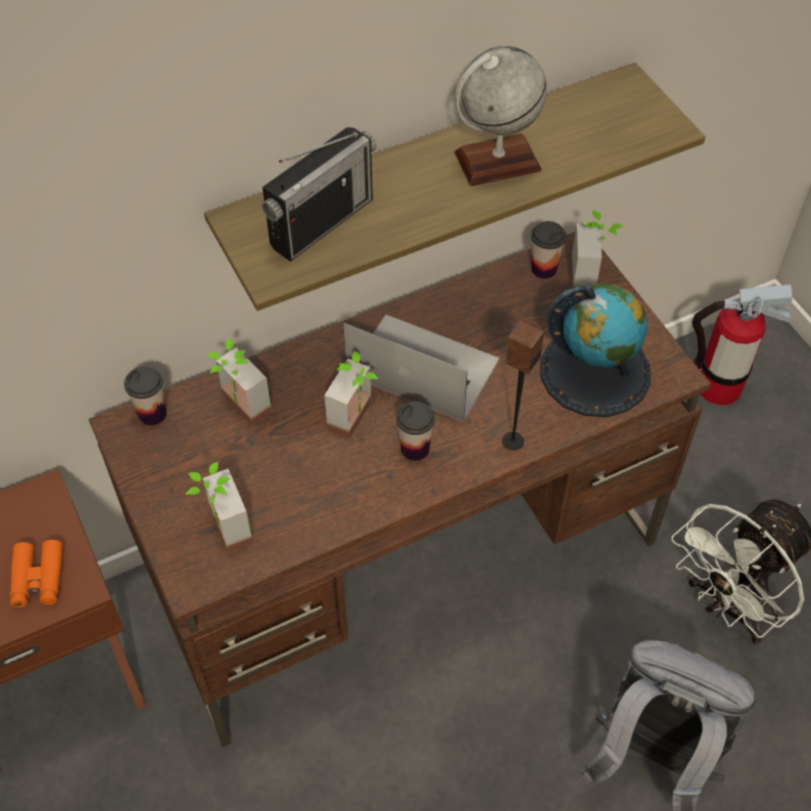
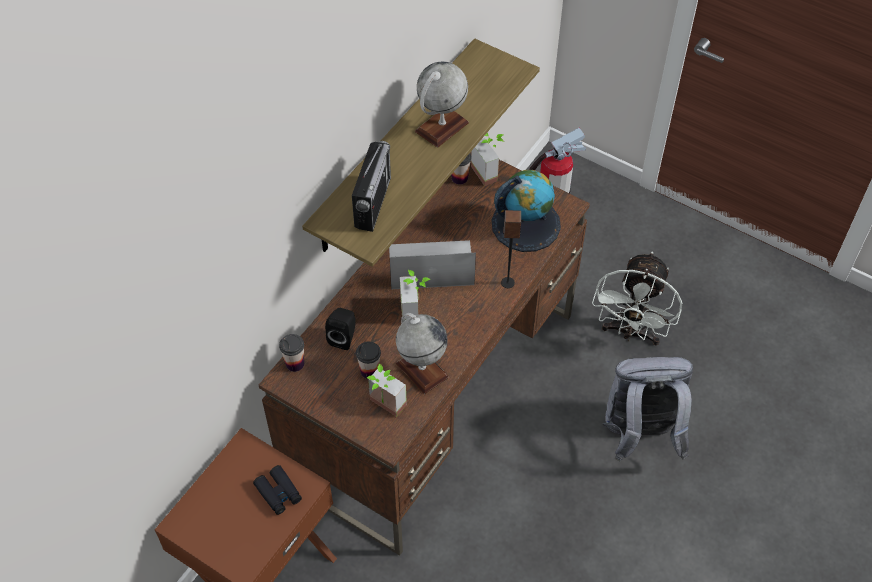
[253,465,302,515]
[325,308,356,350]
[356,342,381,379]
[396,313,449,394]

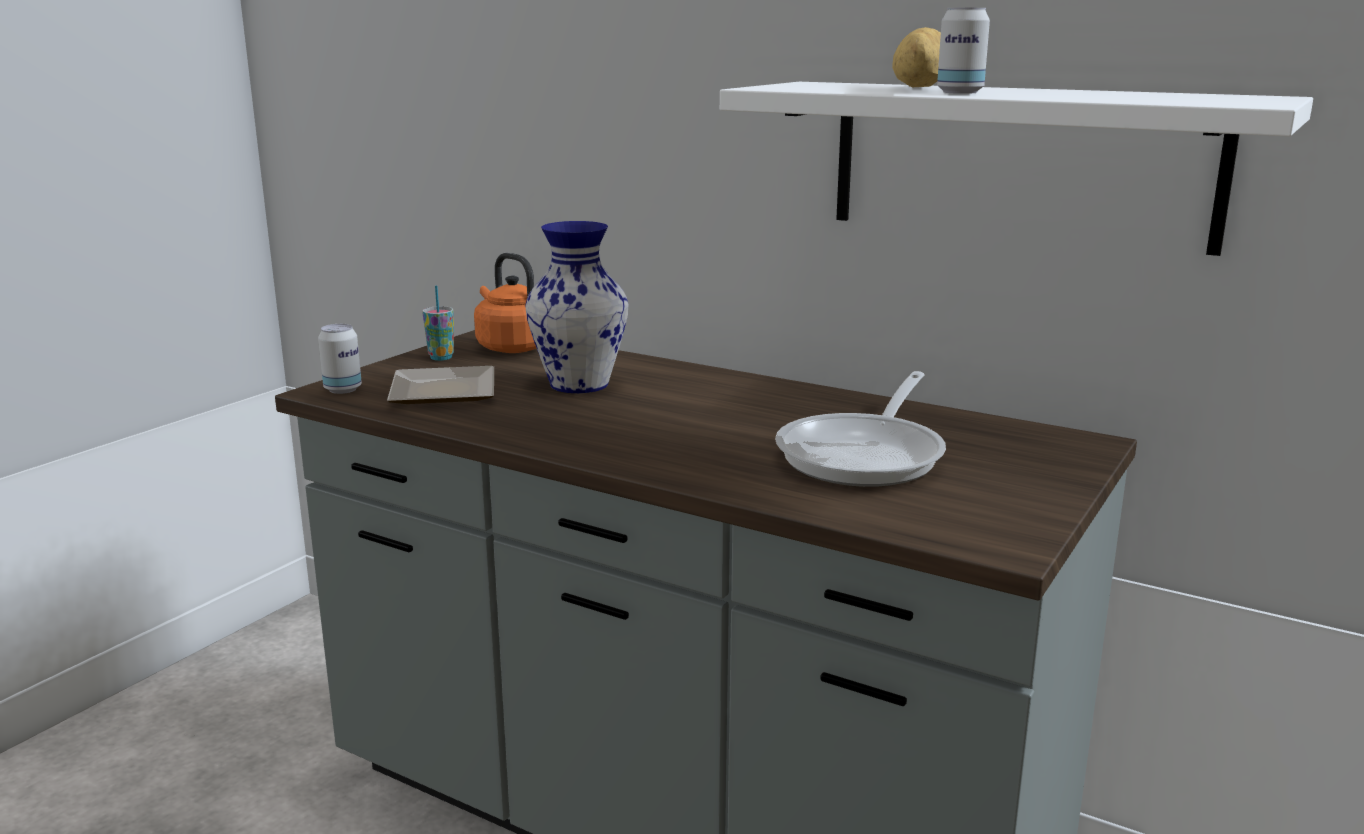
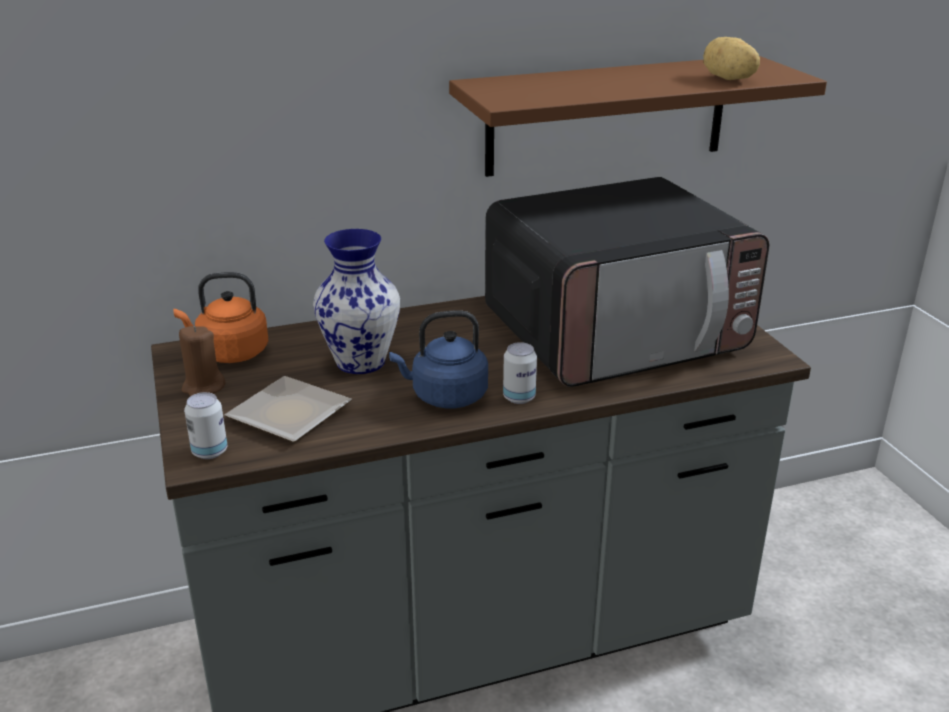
[179,326,225,396]
[449,56,827,177]
[485,177,769,387]
[703,37,760,80]
[503,342,537,404]
[389,310,488,408]

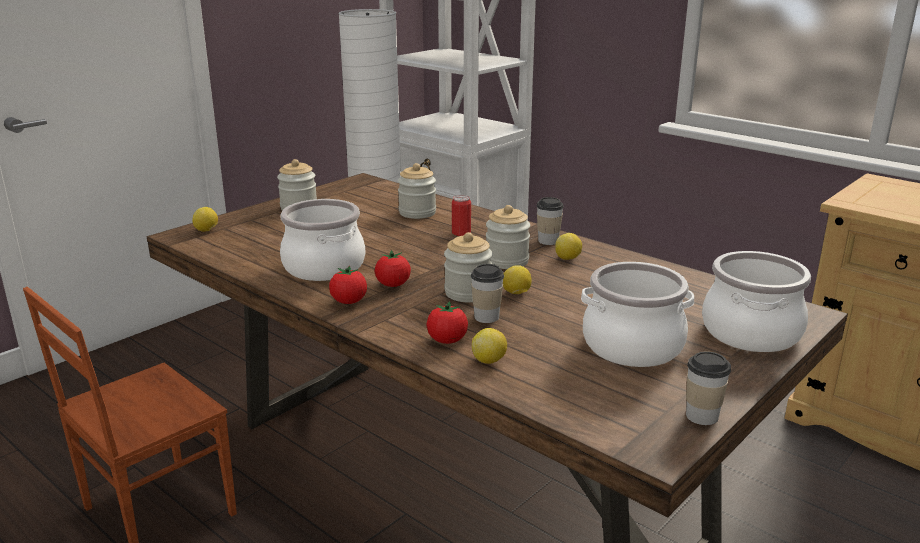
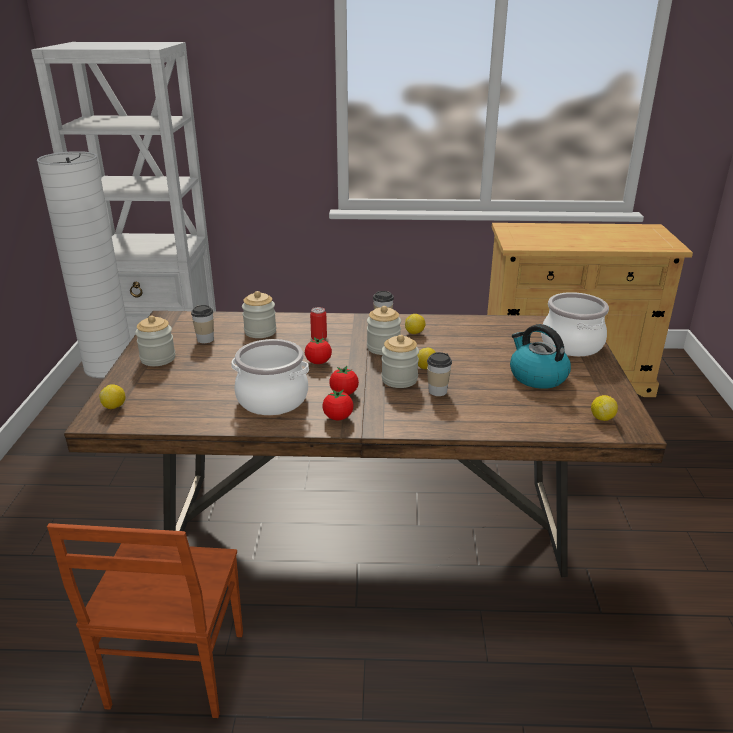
[305,337,332,364]
[591,395,618,421]
[510,324,571,389]
[191,305,214,343]

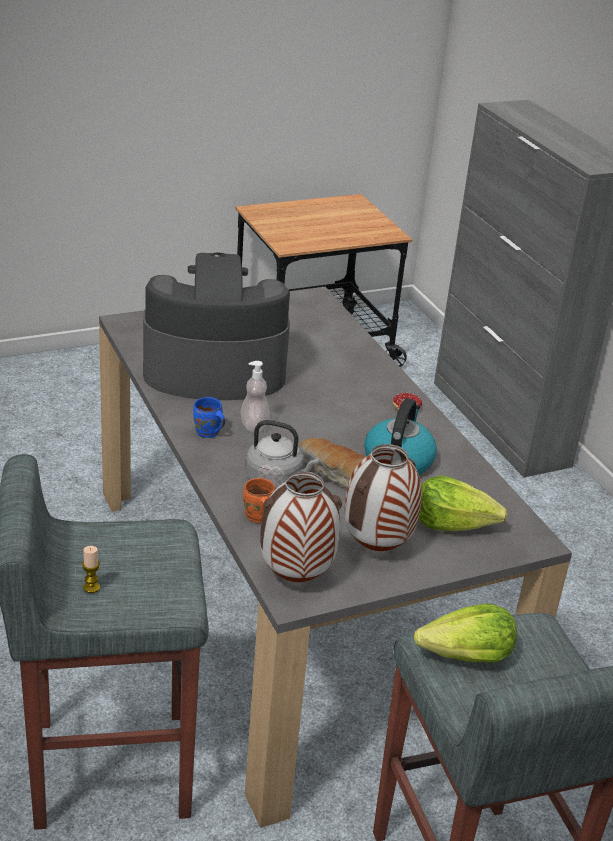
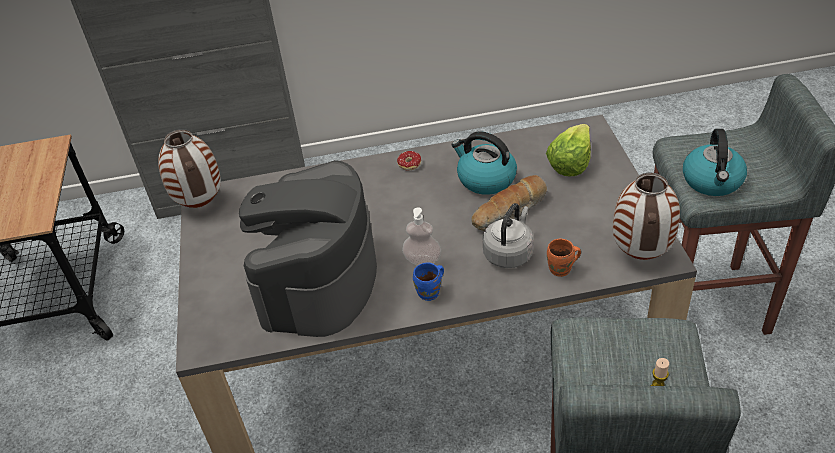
[158,129,221,208]
[683,129,747,196]

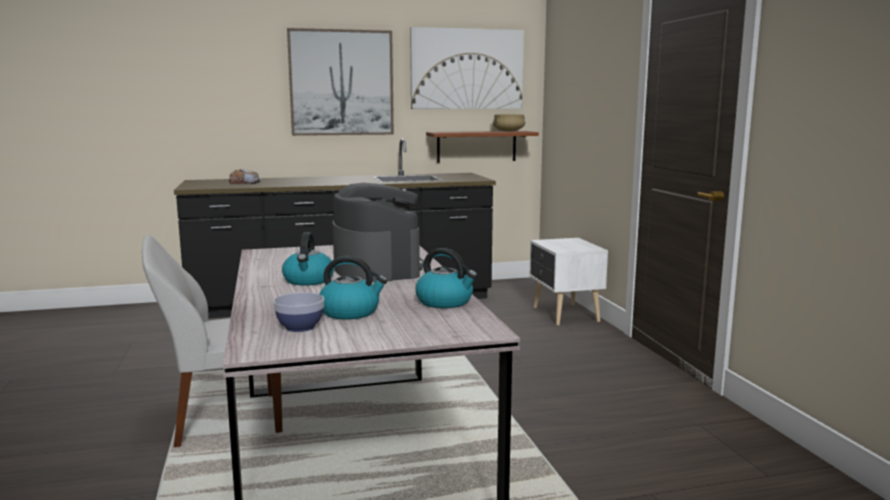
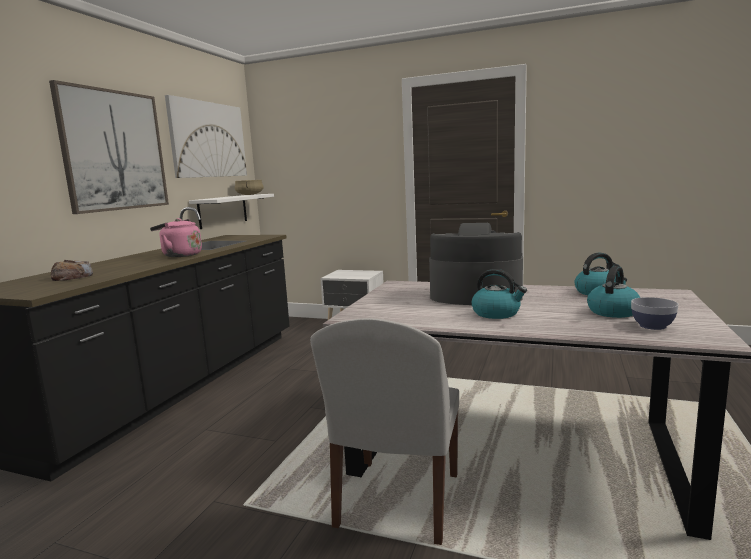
[189,194,274,229]
[150,218,202,257]

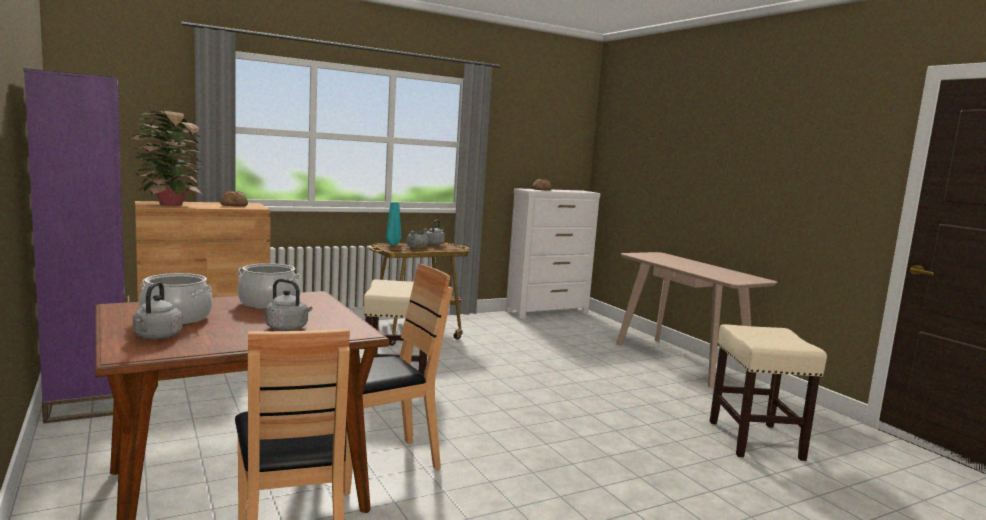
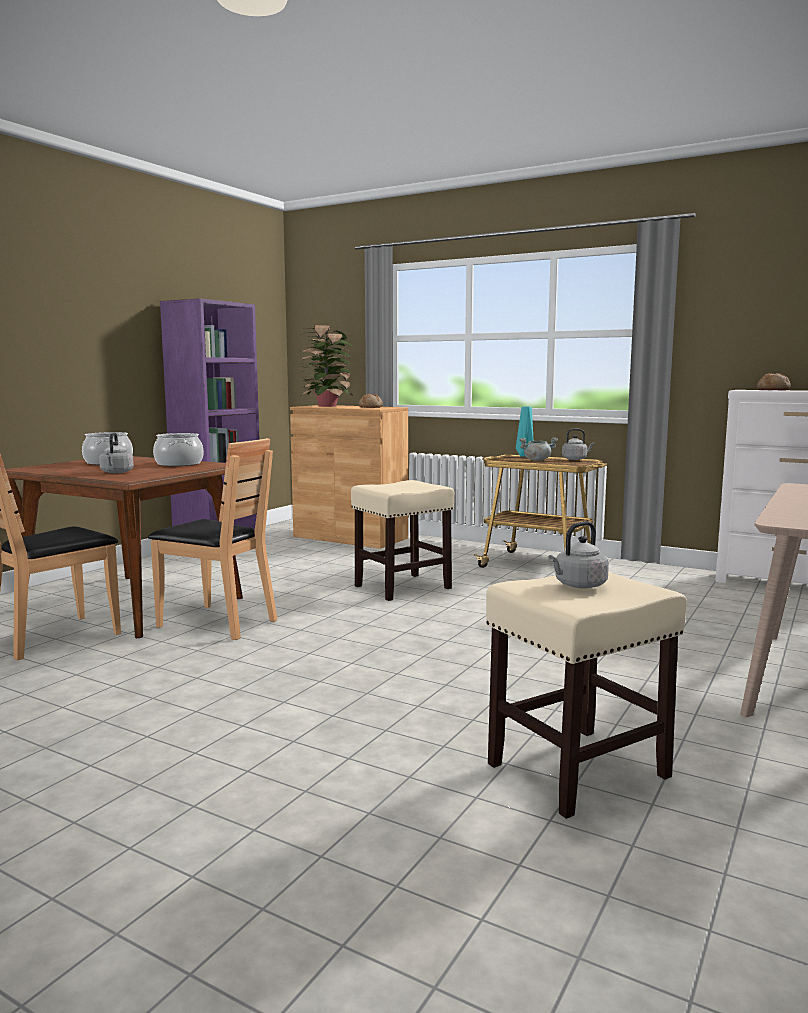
[548,521,609,588]

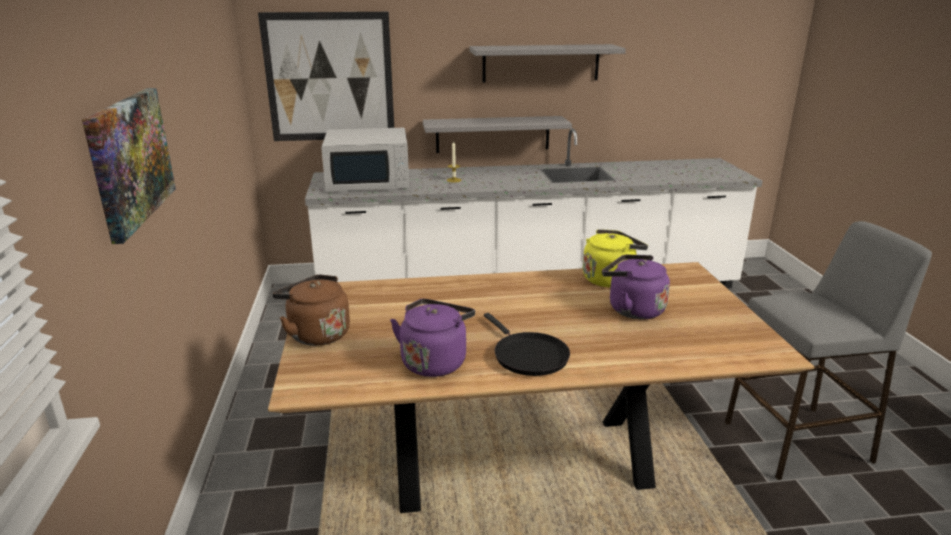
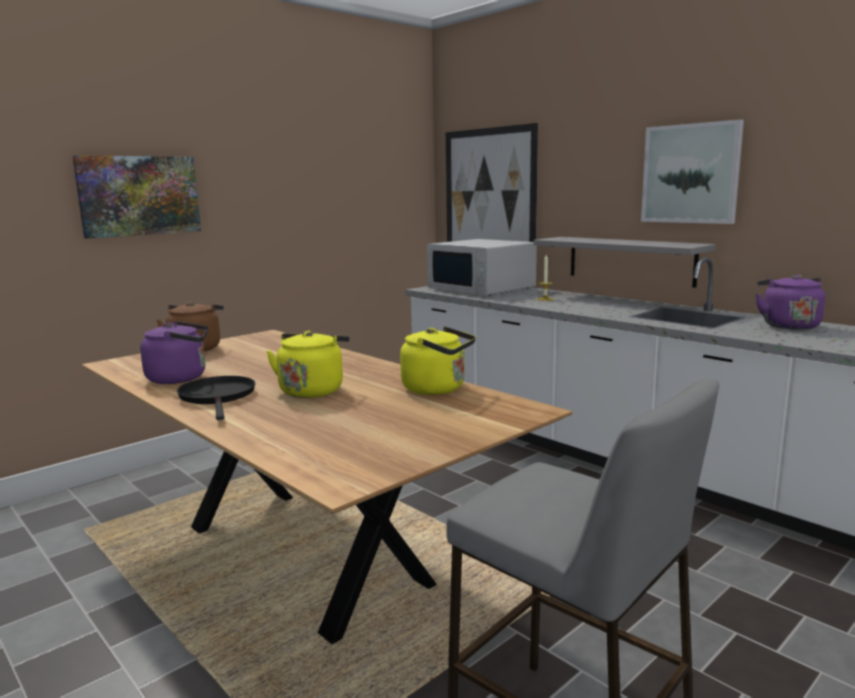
[641,119,744,224]
[177,376,255,420]
[755,275,825,330]
[266,331,349,398]

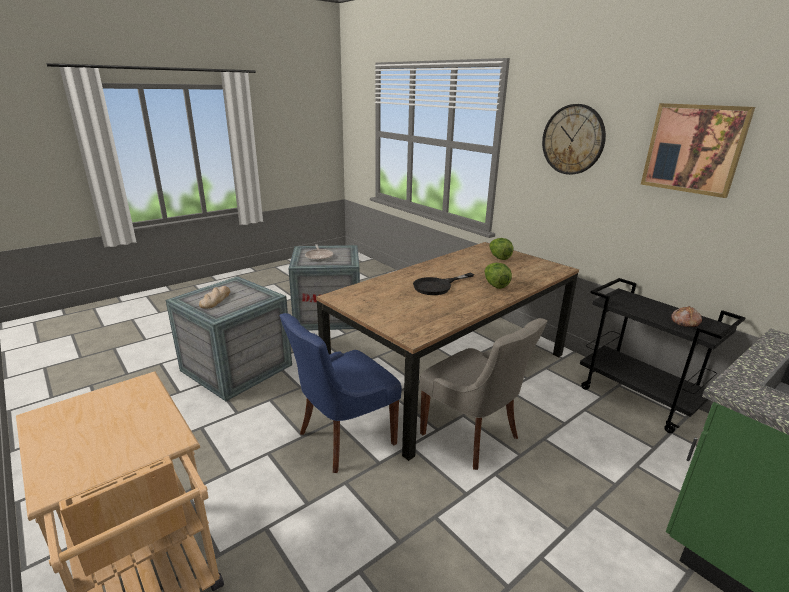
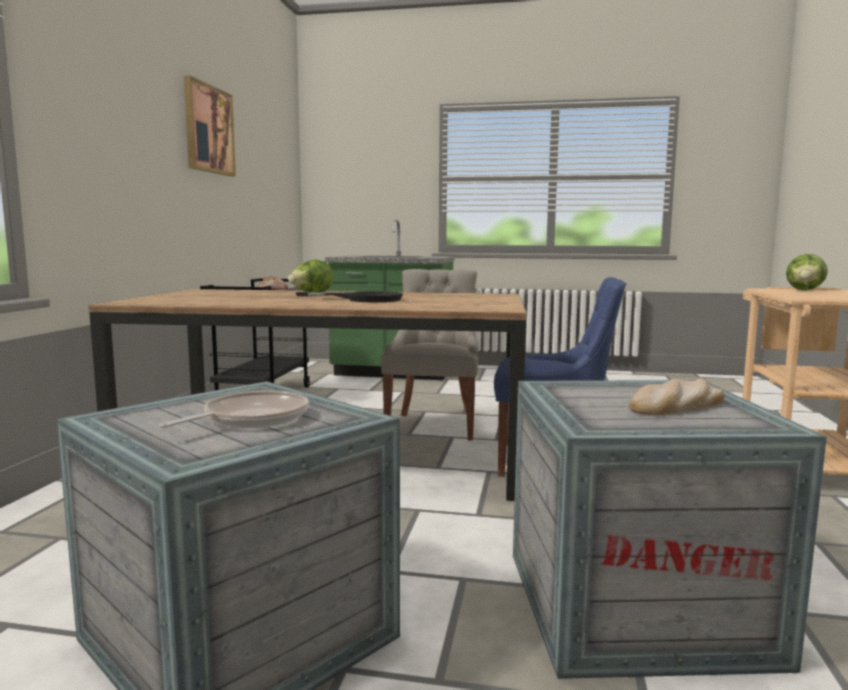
[786,254,828,290]
[542,104,606,175] (first image)

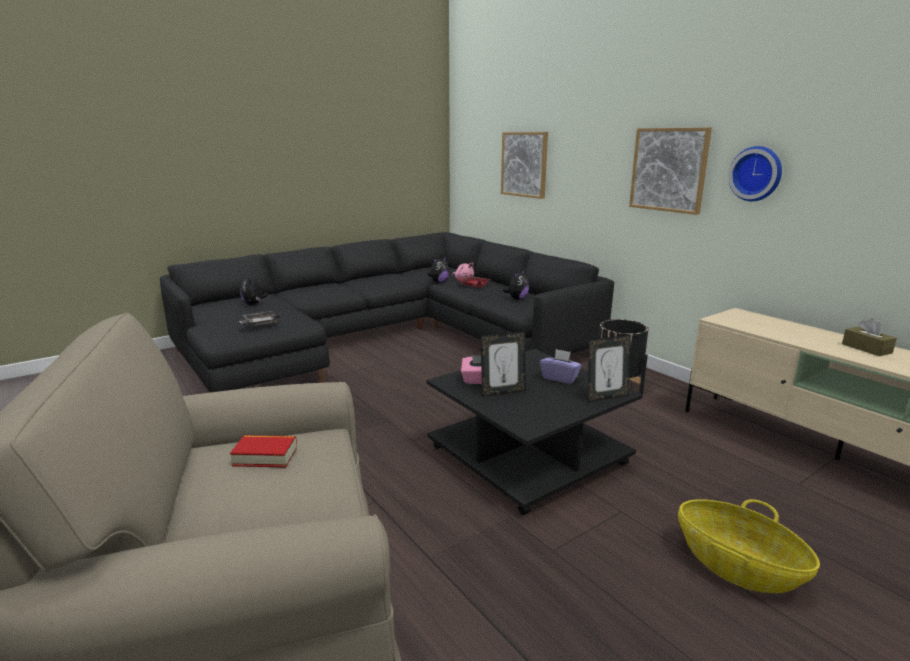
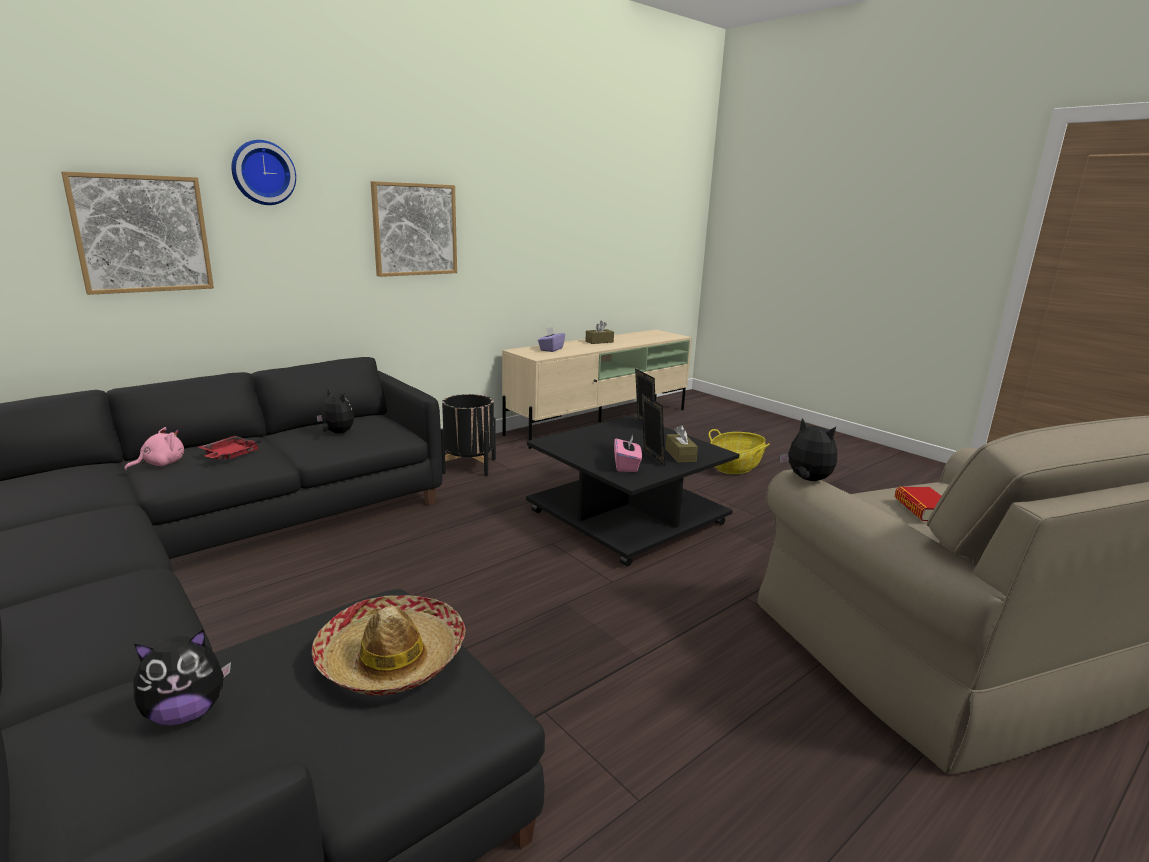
[312,595,465,696]
[780,418,837,481]
[538,327,565,352]
[231,140,296,205]
[665,425,698,463]

